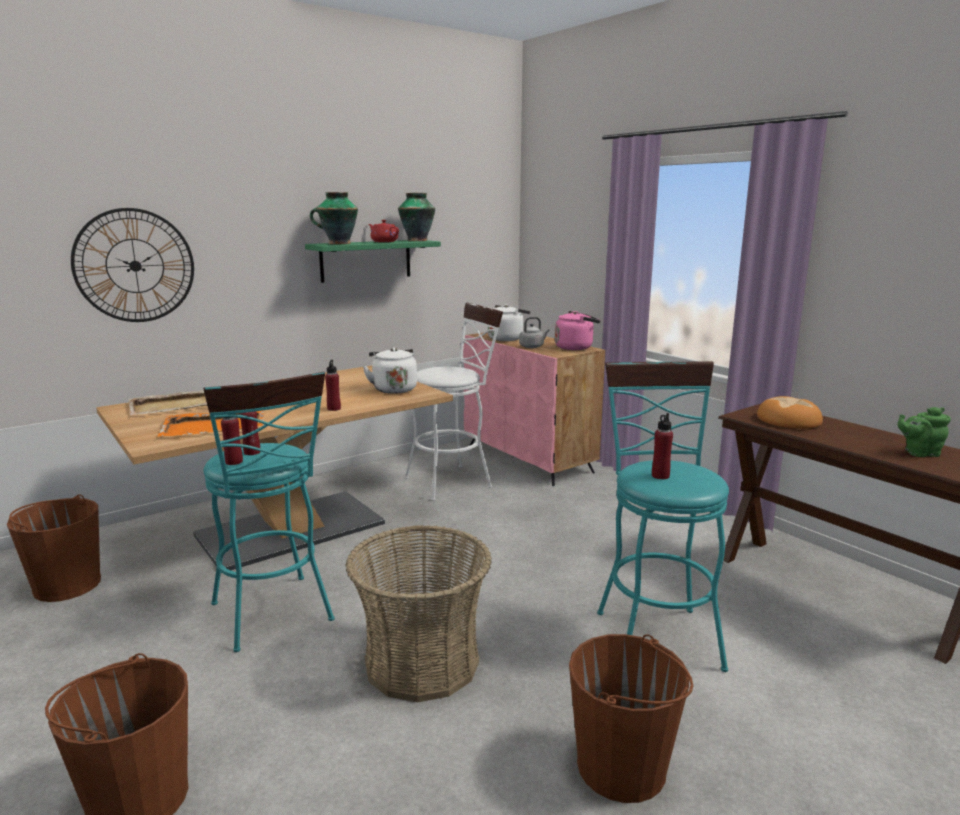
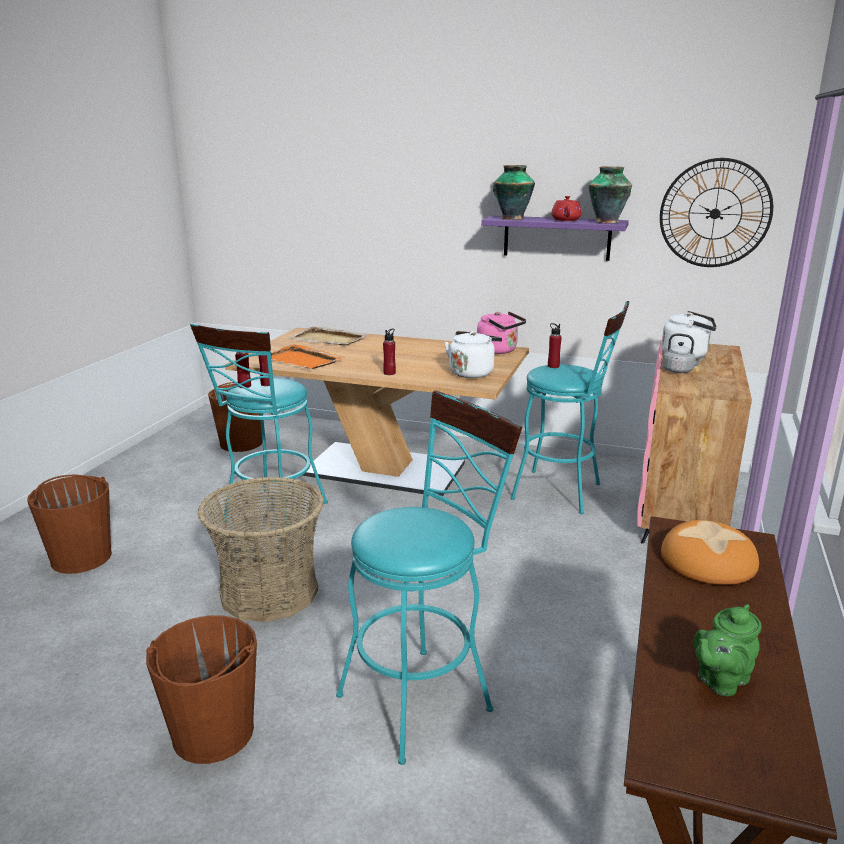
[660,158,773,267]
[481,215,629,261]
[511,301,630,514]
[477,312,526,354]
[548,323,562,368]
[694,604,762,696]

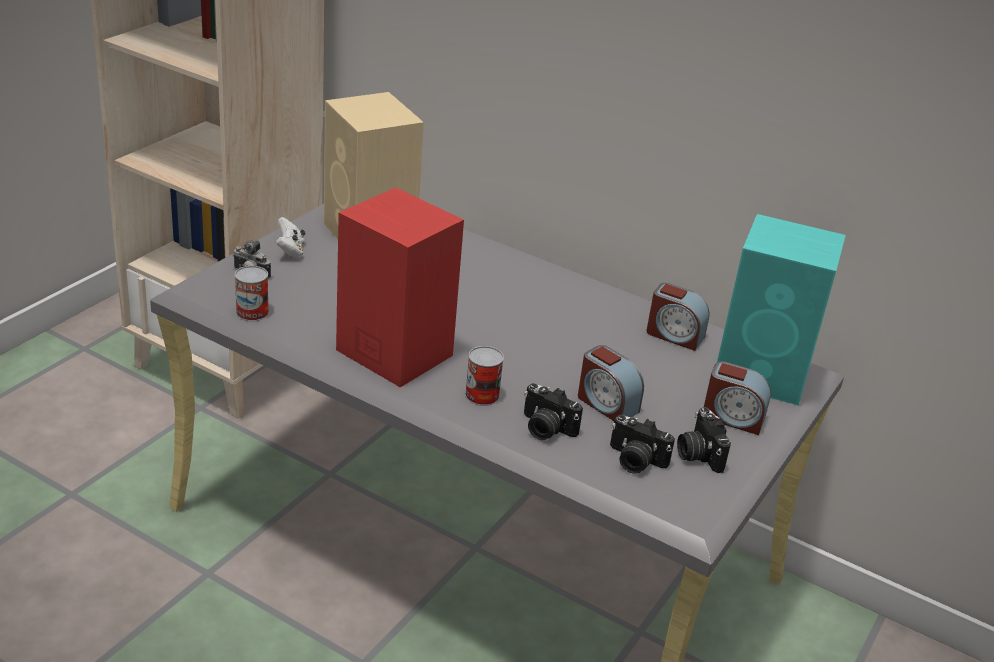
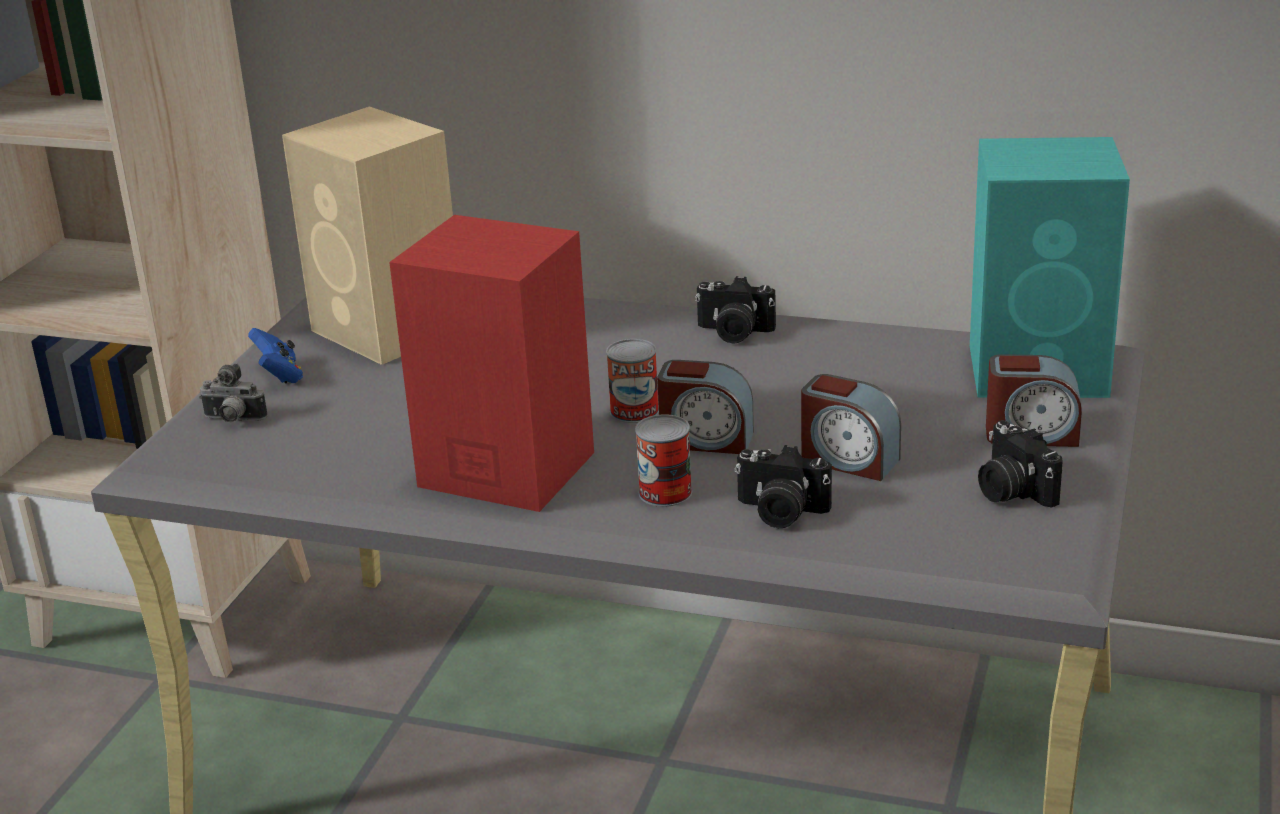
[606,339,659,423]
[248,328,303,383]
[695,276,776,344]
[657,360,754,454]

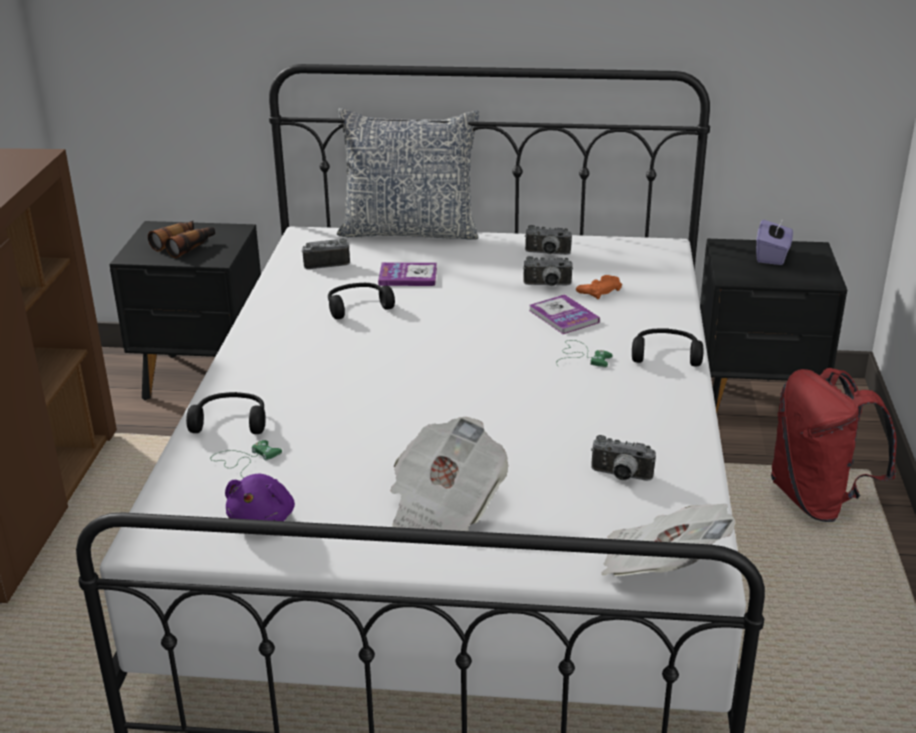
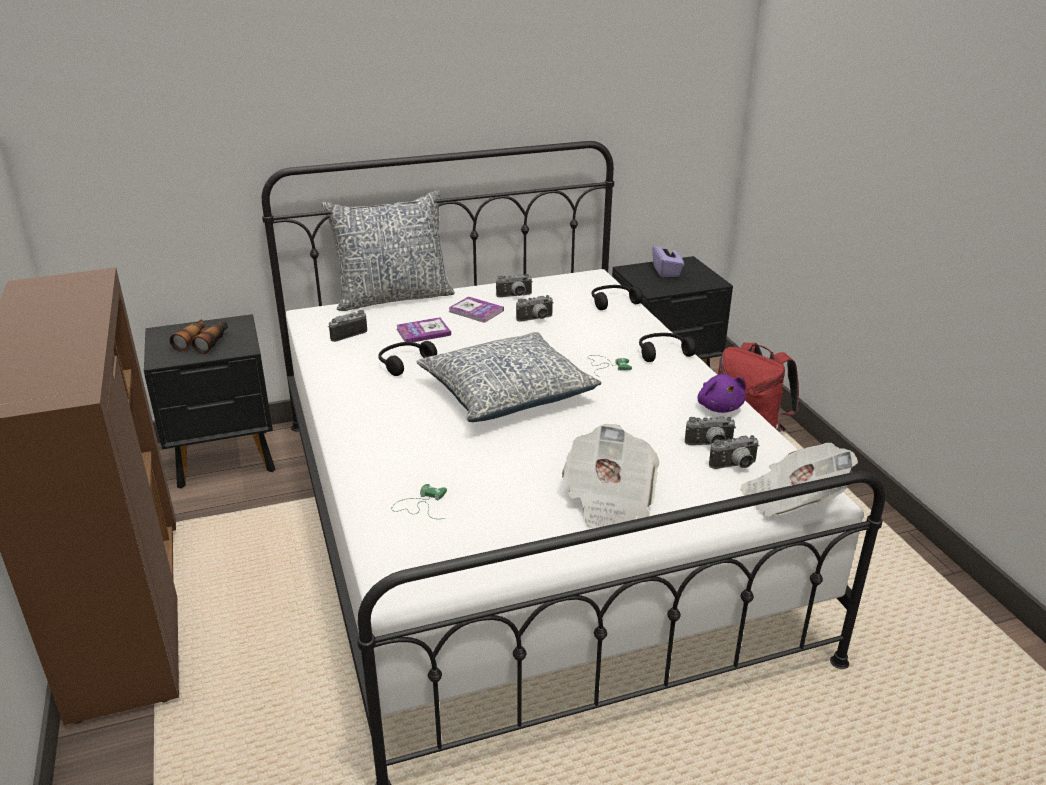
[592,285,643,310]
[697,374,746,413]
[449,296,504,323]
[576,275,622,299] (first image)
[416,332,601,422]
[709,435,759,469]

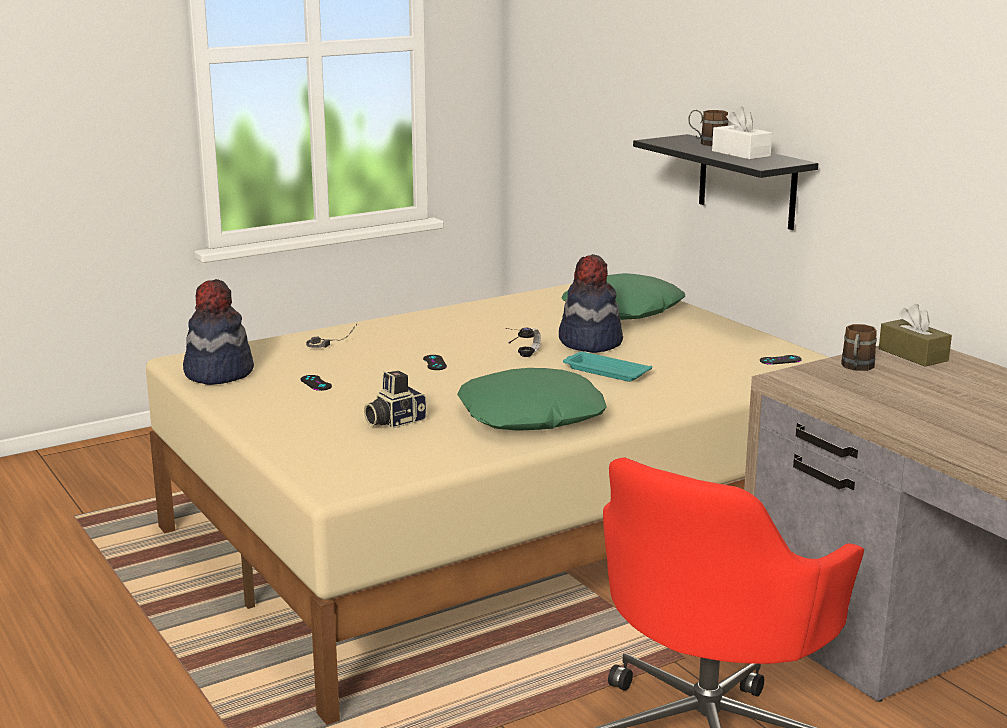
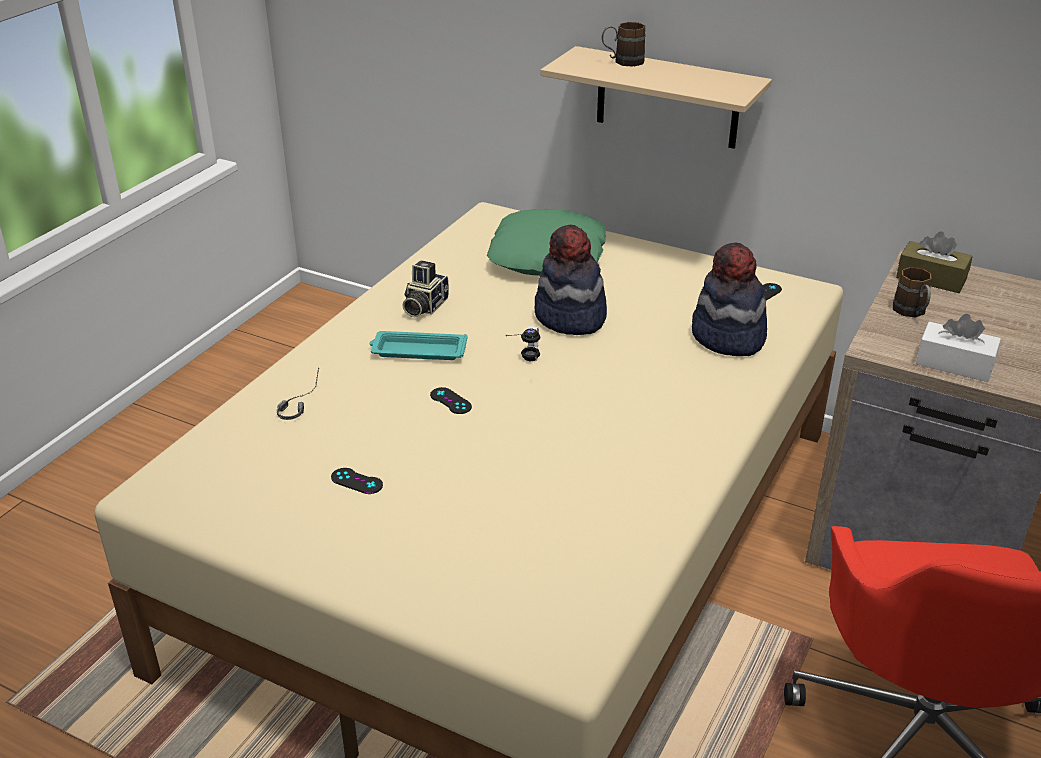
[692,242,767,356]
[402,260,449,317]
[457,368,607,431] (first image)
[369,331,468,360]
[541,46,772,149]
[916,314,1001,382]

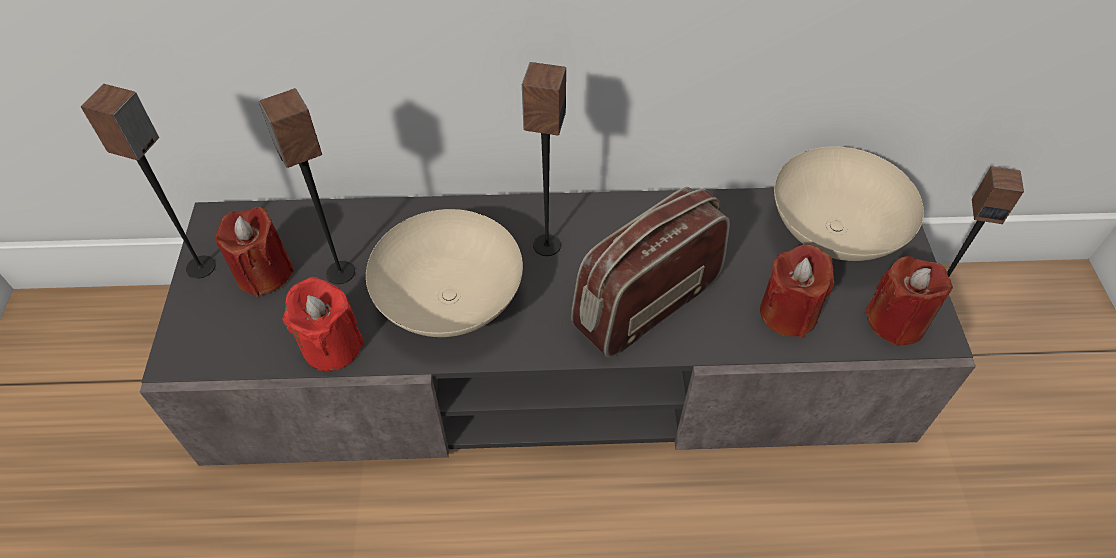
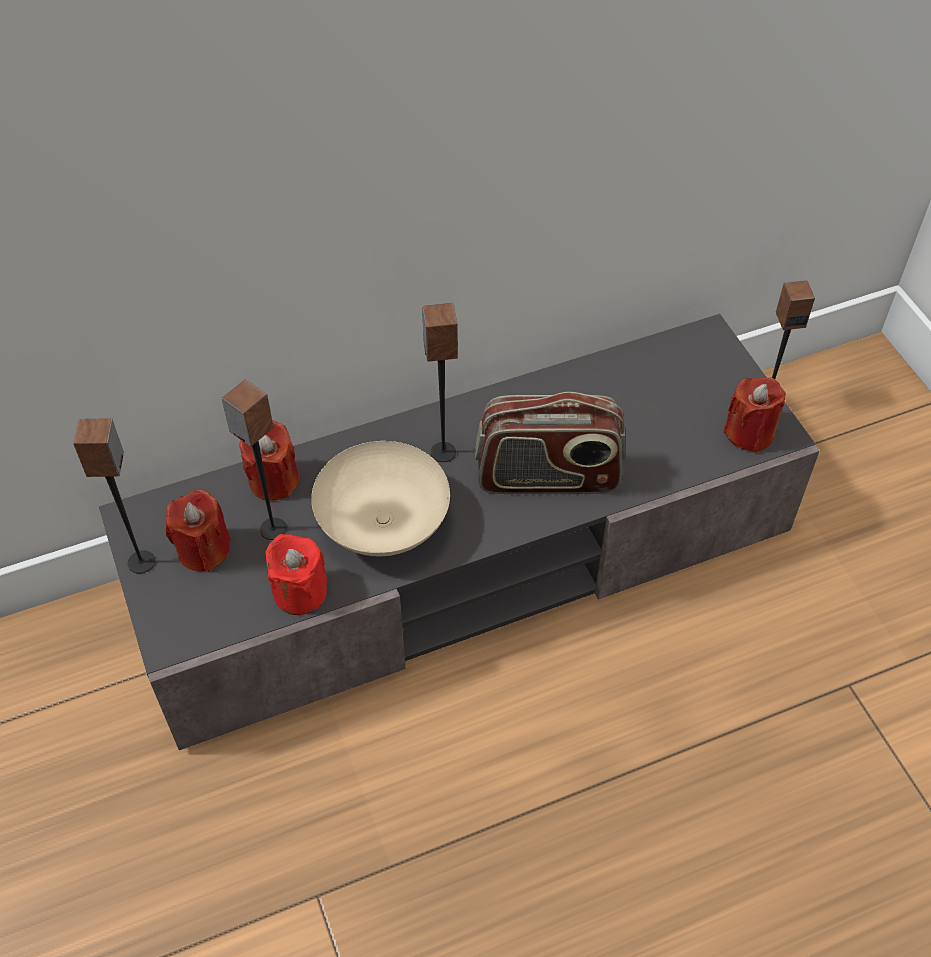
[475,392,626,494]
[239,420,299,501]
[774,147,924,261] (first image)

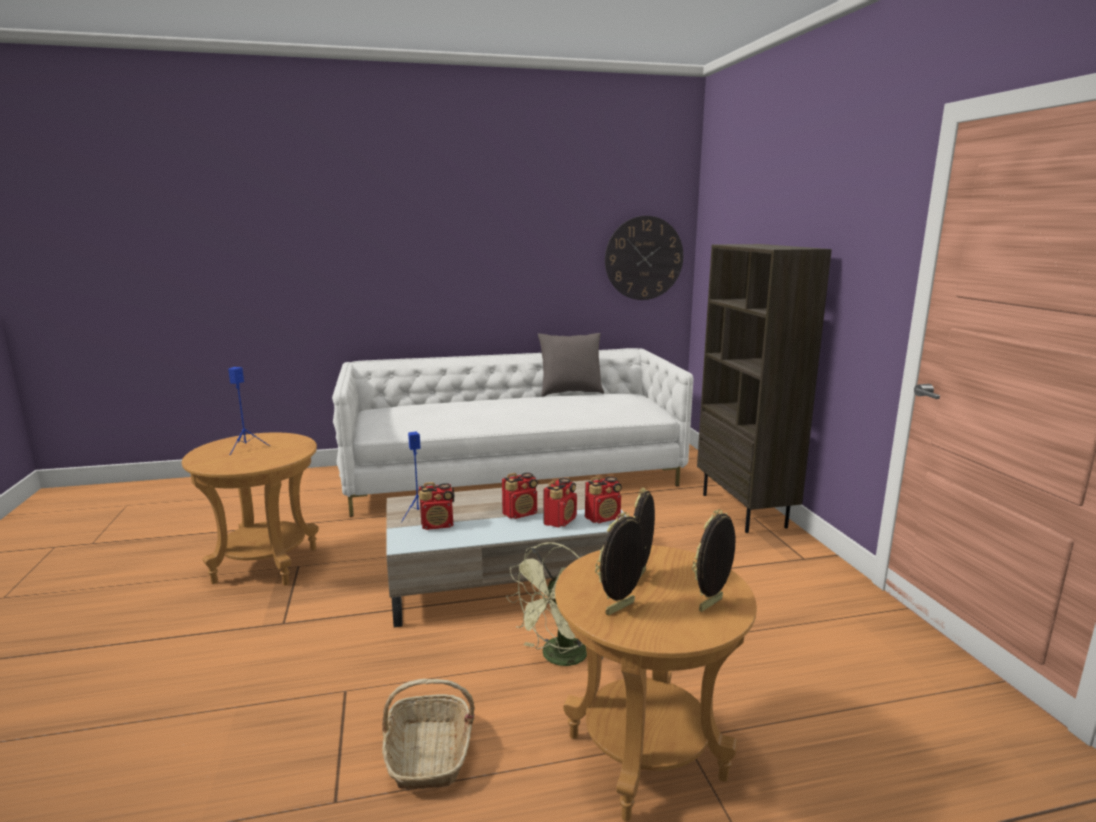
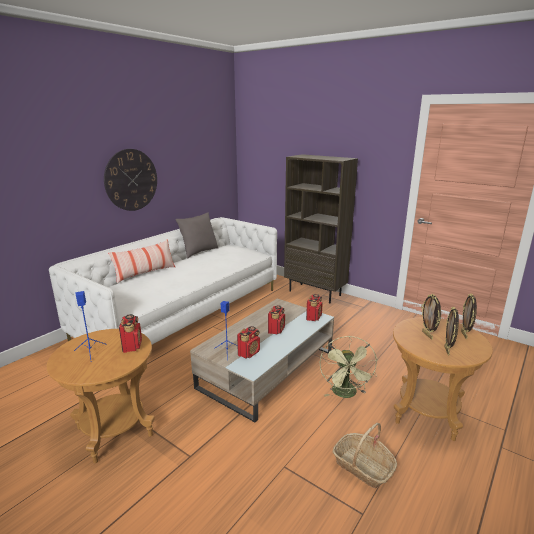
[119,314,142,353]
[104,149,157,211]
[108,239,175,283]

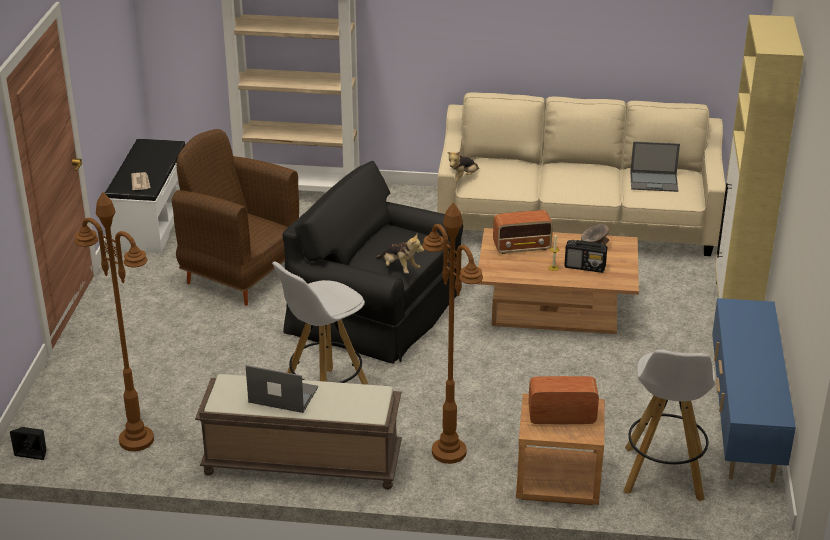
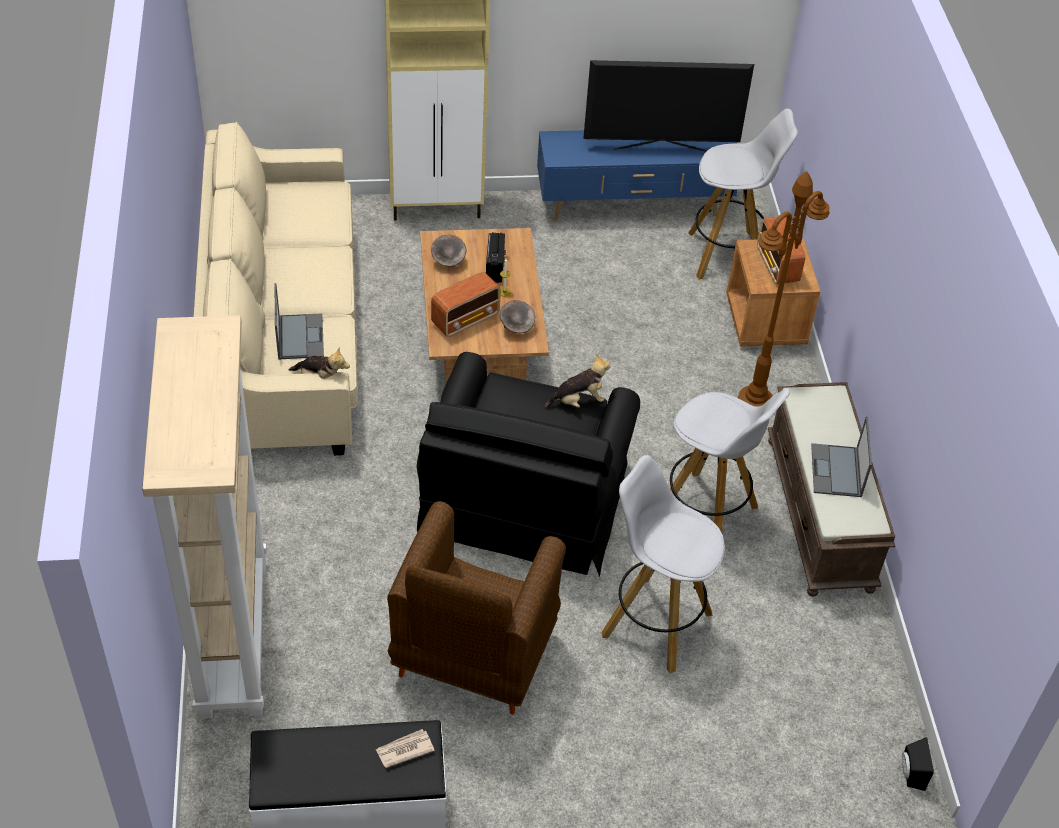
[75,192,154,451] (first image)
[543,354,610,410]
[431,272,501,337]
[275,283,324,359]
[500,300,535,333]
[583,60,754,151]
[602,455,725,673]

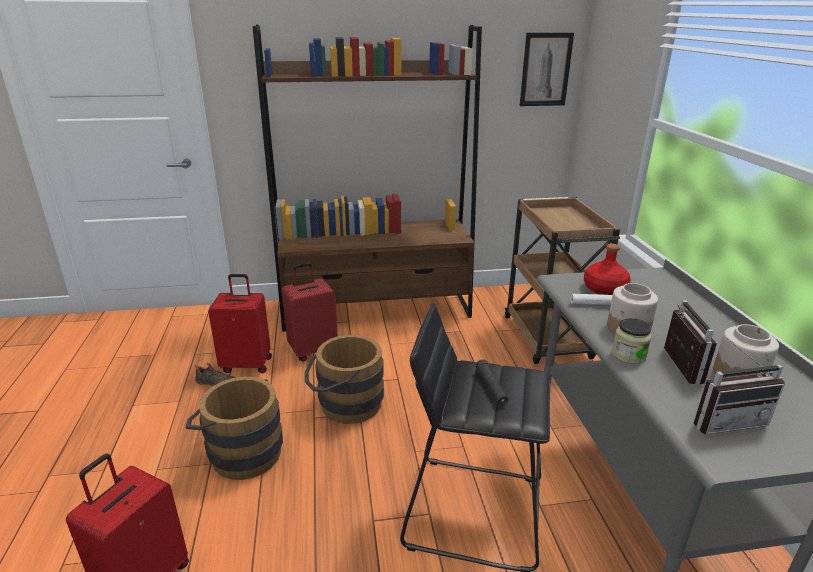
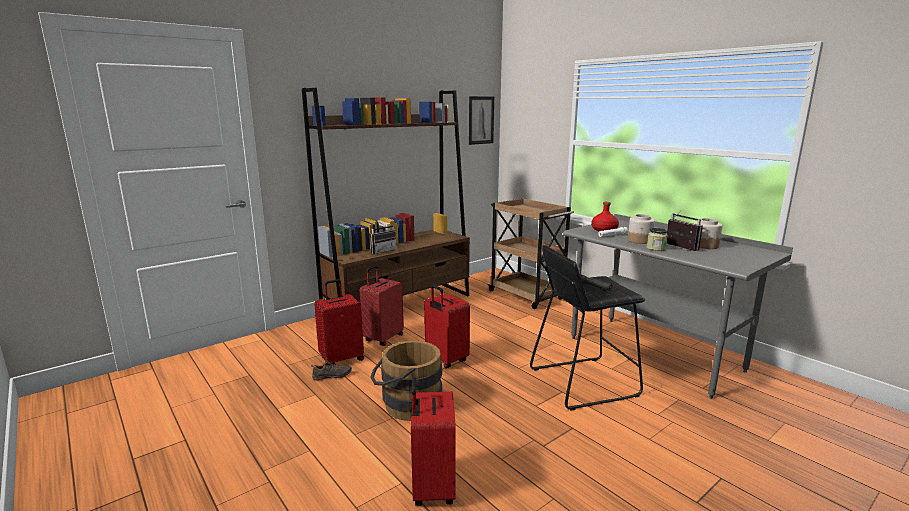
[424,285,470,368]
[370,219,397,254]

